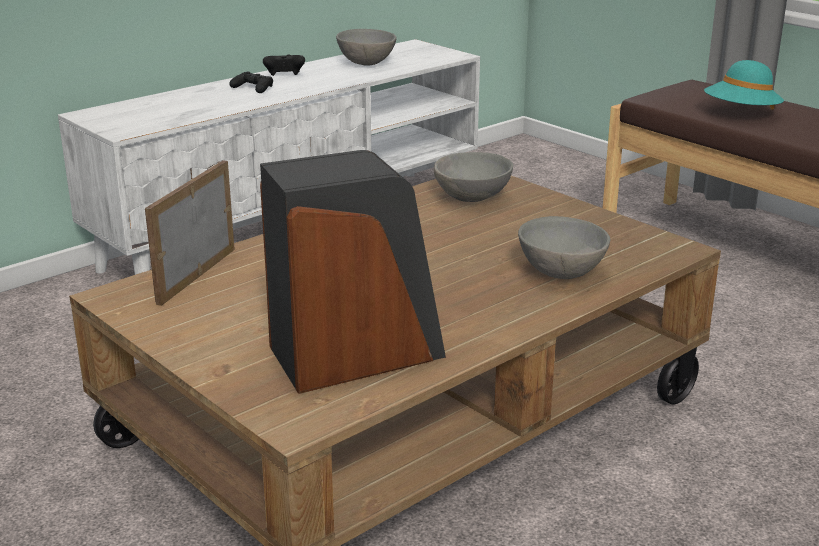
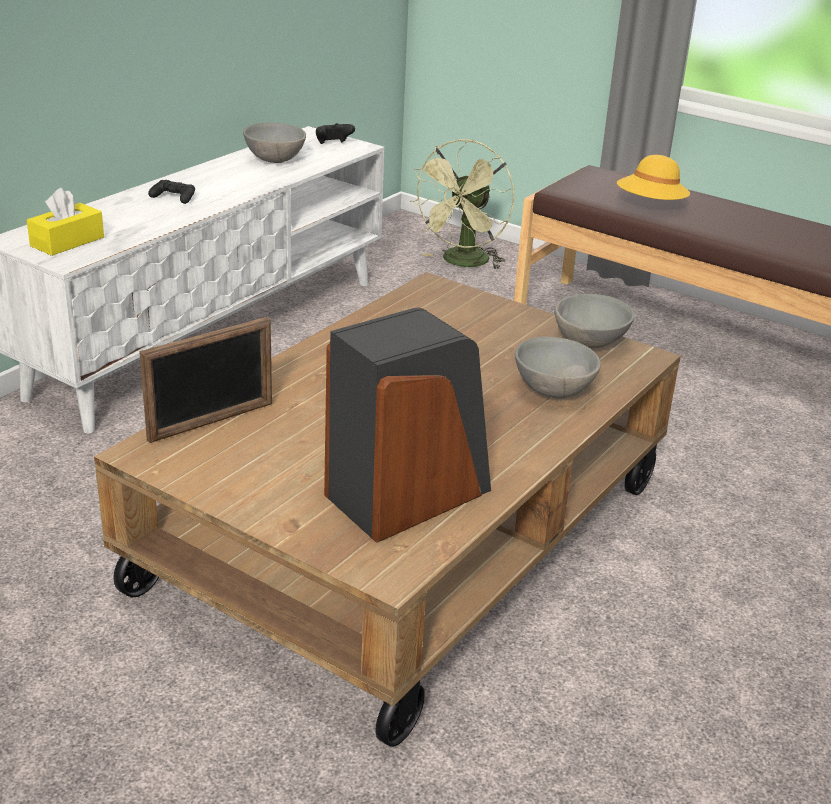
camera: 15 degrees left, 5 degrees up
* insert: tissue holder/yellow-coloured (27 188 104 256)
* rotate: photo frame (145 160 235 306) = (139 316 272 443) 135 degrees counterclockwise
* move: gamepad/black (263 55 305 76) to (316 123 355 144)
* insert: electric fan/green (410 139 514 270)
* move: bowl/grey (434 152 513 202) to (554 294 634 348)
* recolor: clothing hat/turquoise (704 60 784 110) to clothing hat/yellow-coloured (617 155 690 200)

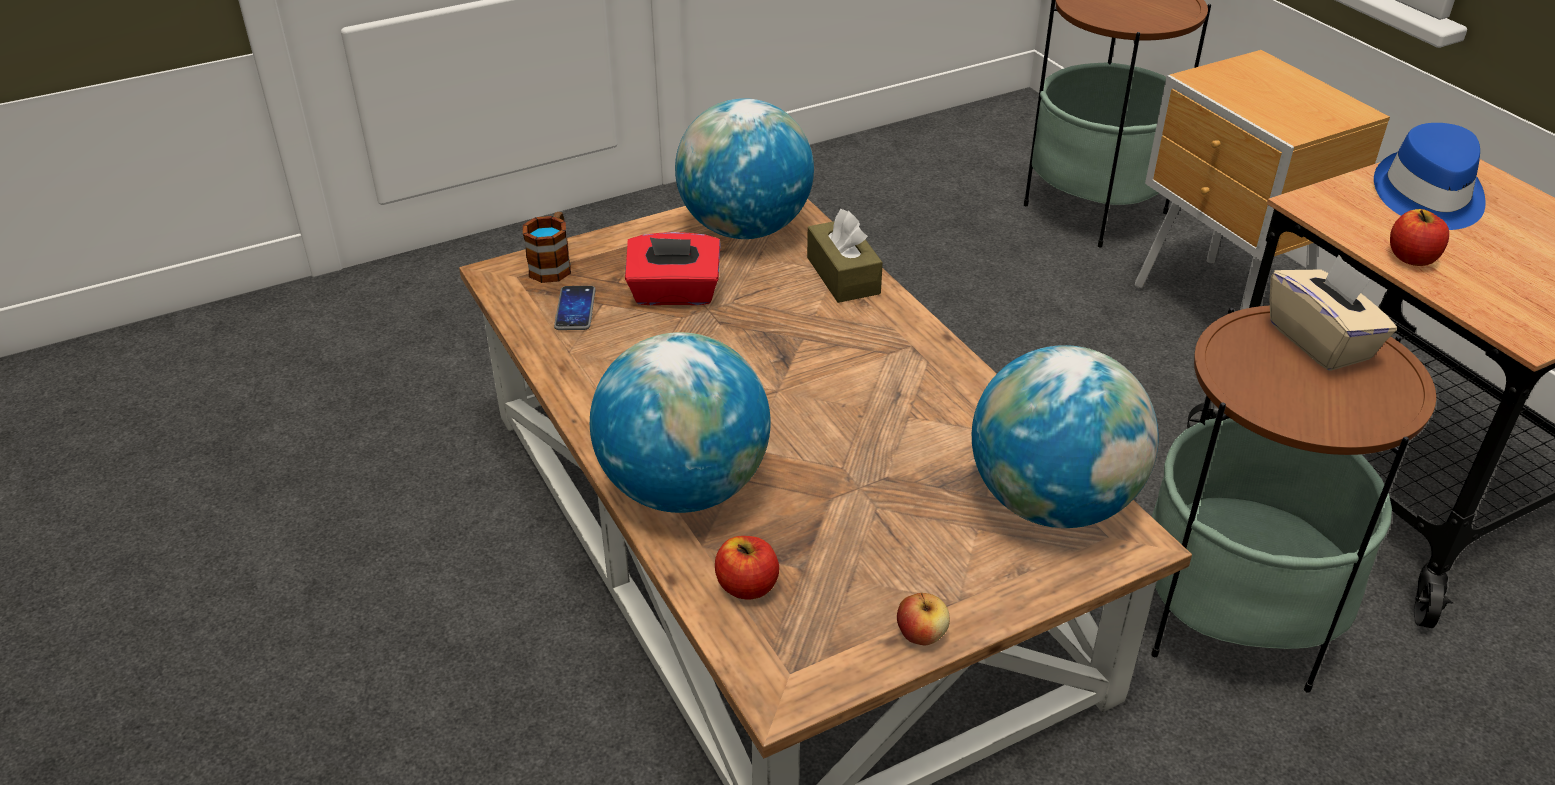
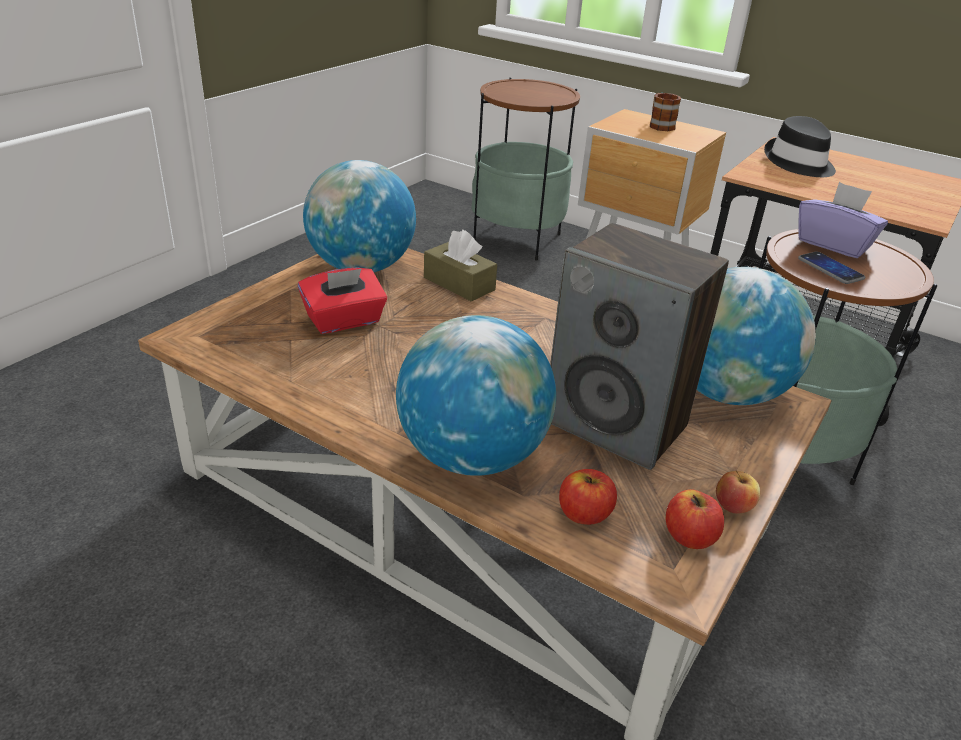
camera: 30 degrees left, 5 degrees down
* insert: speaker (550 223 729 470)
* move: tea mug (523 212 571 283) to (650 93 681 131)
* move: apple (1390 209 1449 266) to (666 489 724 549)
* recolor: clothing hat/bluish (1374 123 1486 230) to clothing hat/black (764 116 836 177)
* recolor: tissue holder/sand-coloured (1270 255 1397 371) to tissue holder/purple (798 182 888 258)
* move: telephone (554 286 596 330) to (798 252 865 284)

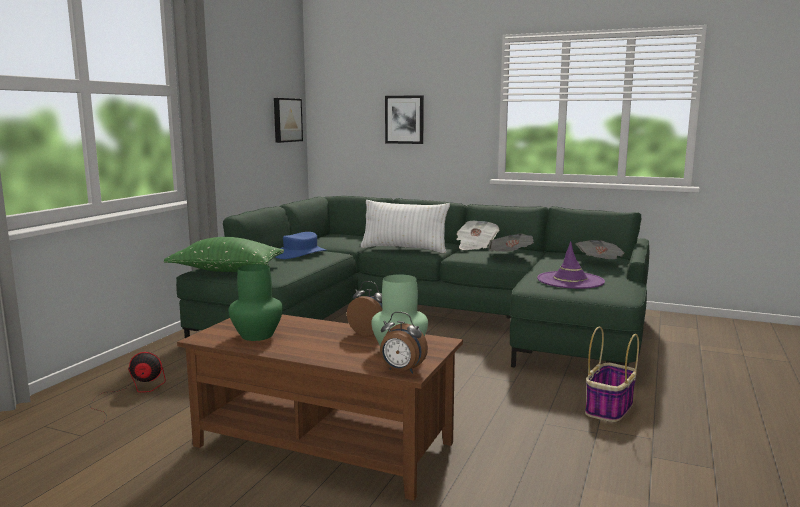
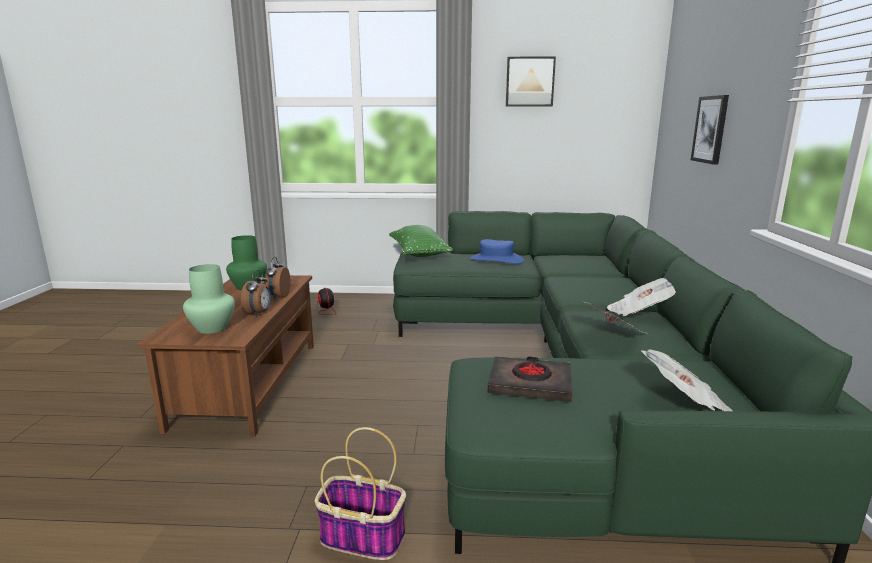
camera: 70 degrees right, 5 degrees up
* move: table clock (380 312 428 374) to (265 256 290 299)
* replace: clothing hat/purple (537 241 605 289) to bound book/black (488 356 572 402)
* move: picture (274 98 303 143) to (506 56 556 107)
* delete: cushion/whitish (360 200 450 253)

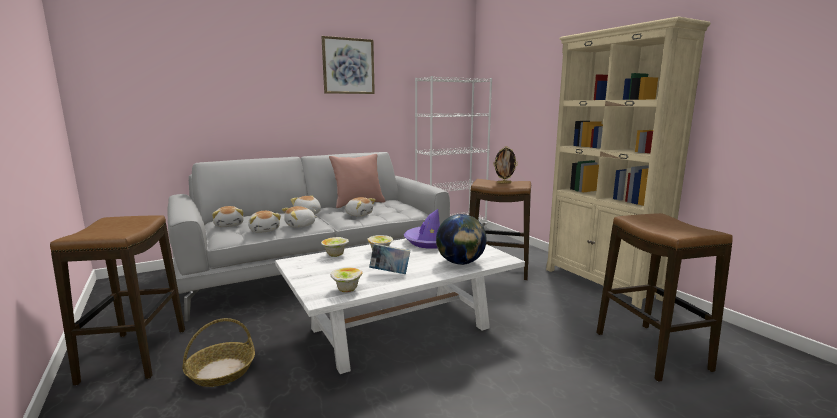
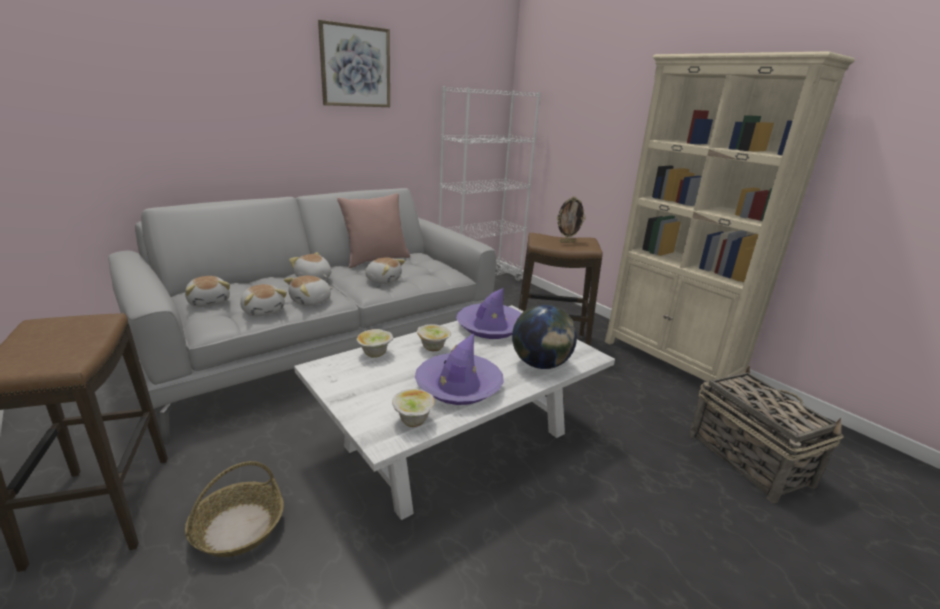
camera: 10 degrees left, 10 degrees up
* replace: bound book (369 243 410 274) to clothing hat/purple (415 333 504 405)
* replace: stool (597 213 733 382) to basket (689 365 844 503)

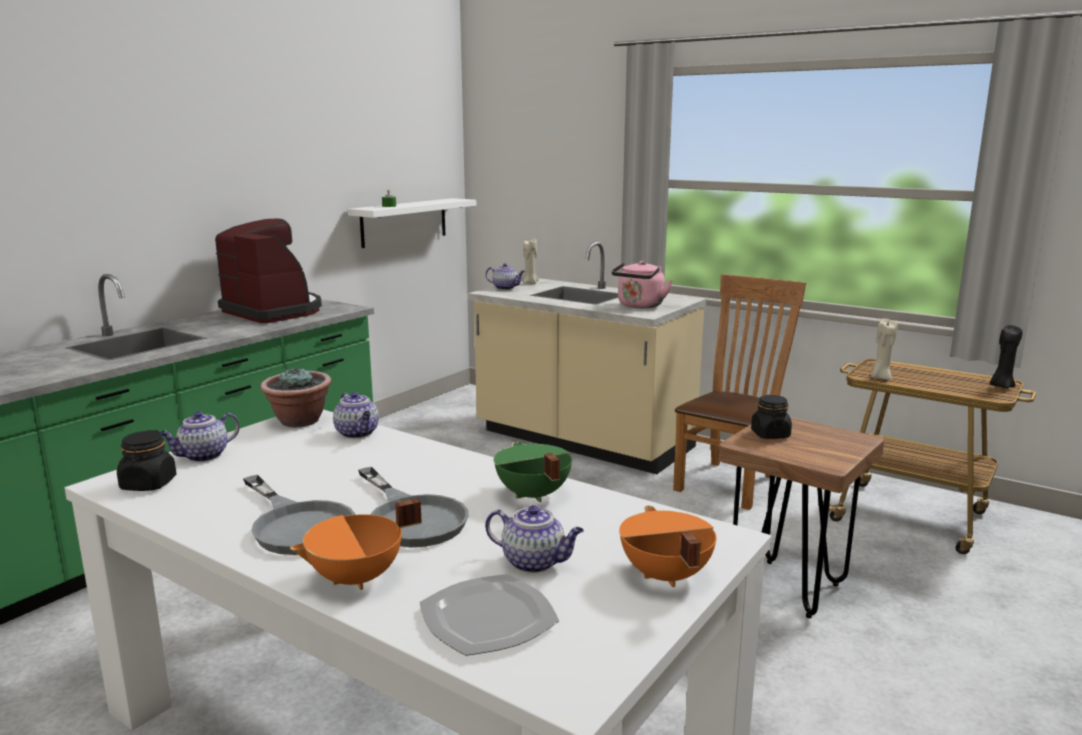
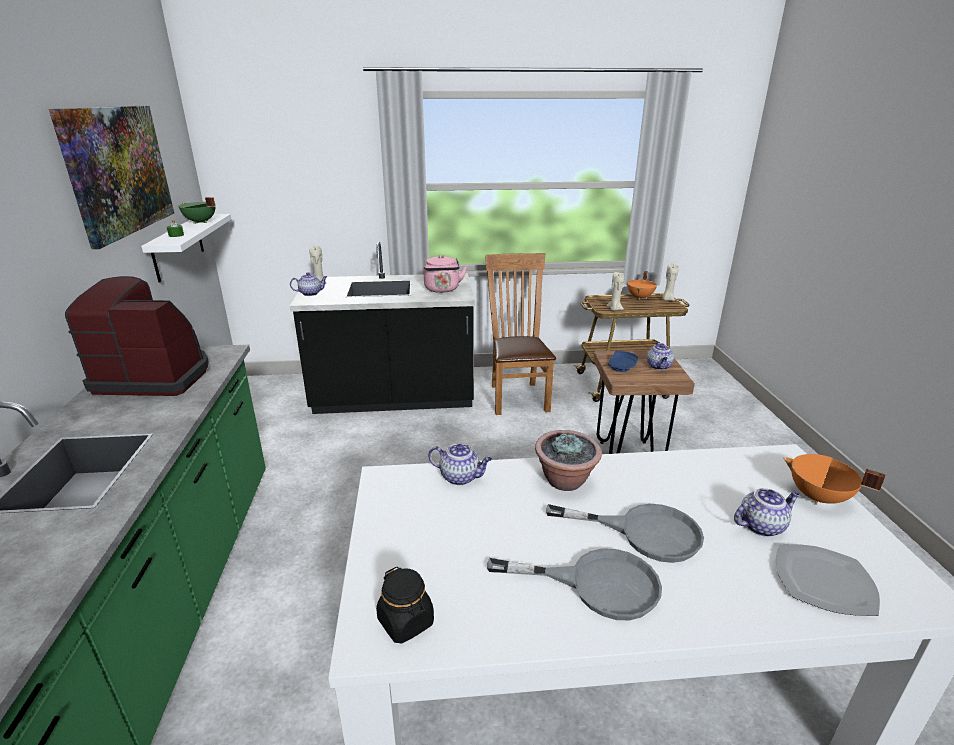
camera: 40 degrees left, 10 degrees up
* insert: picture (49 106 174 249)
* move: cooking pot/green (494 441 572 502) to (178 197 216 224)
* recolor: kitchen base unit/sand-coloured (468 242 706 474) to kitchen base unit/black (290 242 475 414)
* move: houseplant (260 368 332 427) to (535 430 602 491)
* replace: storage jar/black (751 395 792 439) to flat dish/bluish (607 351 639 372)
* move: cooking pot/orange-coloured (290 498 422 590) to (627 271 657 300)
* move: tea pot (160 411 240 462) to (647 342 674 370)
* recolor: wax candle/black (990 325 1023 389) to wax candle/sand-coloured (662 264 679 301)

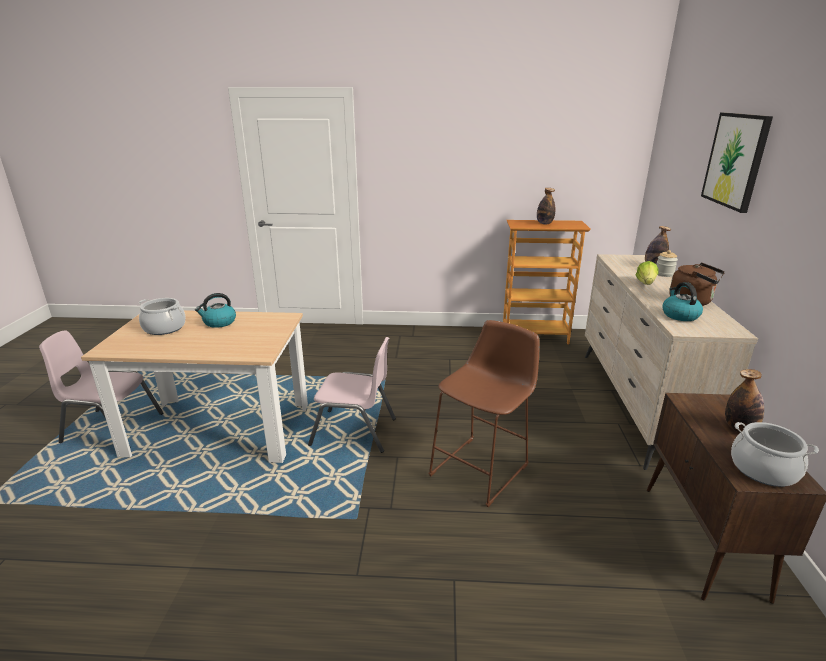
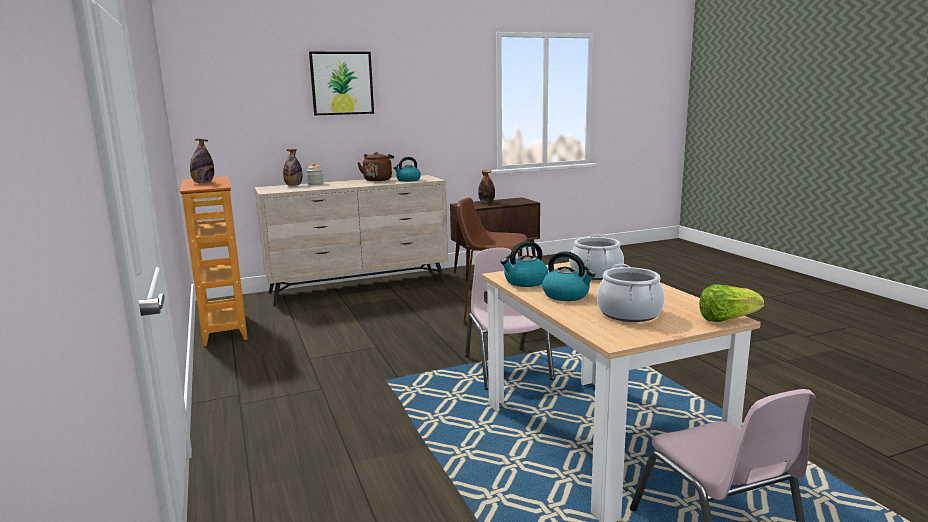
camera: 115 degrees left, 10 degrees down
* insert: tea kettle (501 241 548 287)
* move: cooking pot (731 422 819 487) to (569 234 624 280)
* move: head of lettuce (636 261 659 285) to (699 285 764 322)

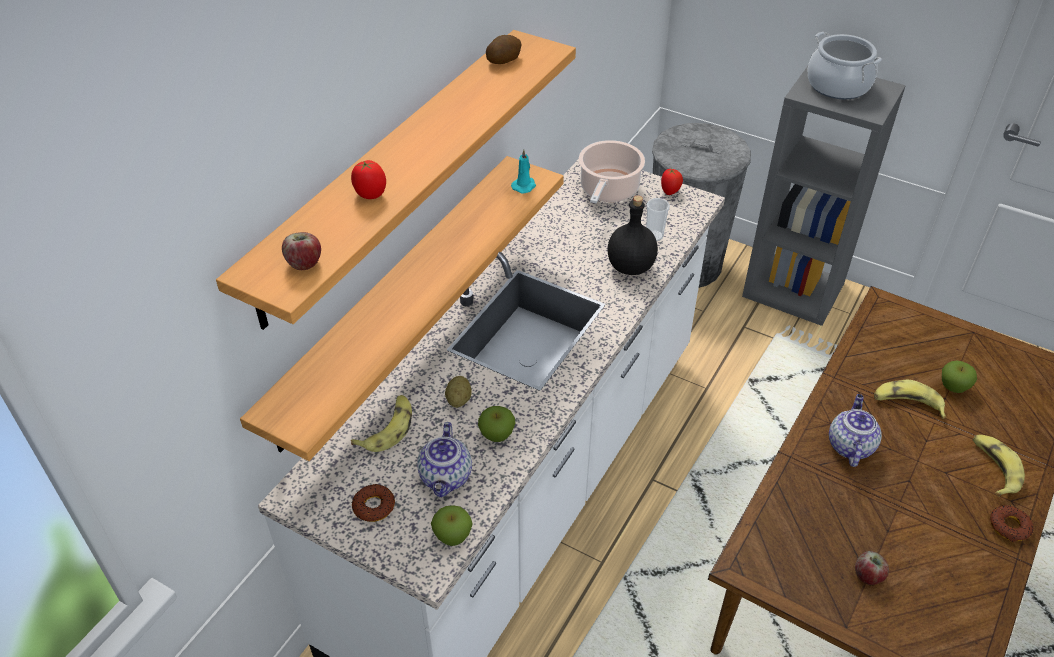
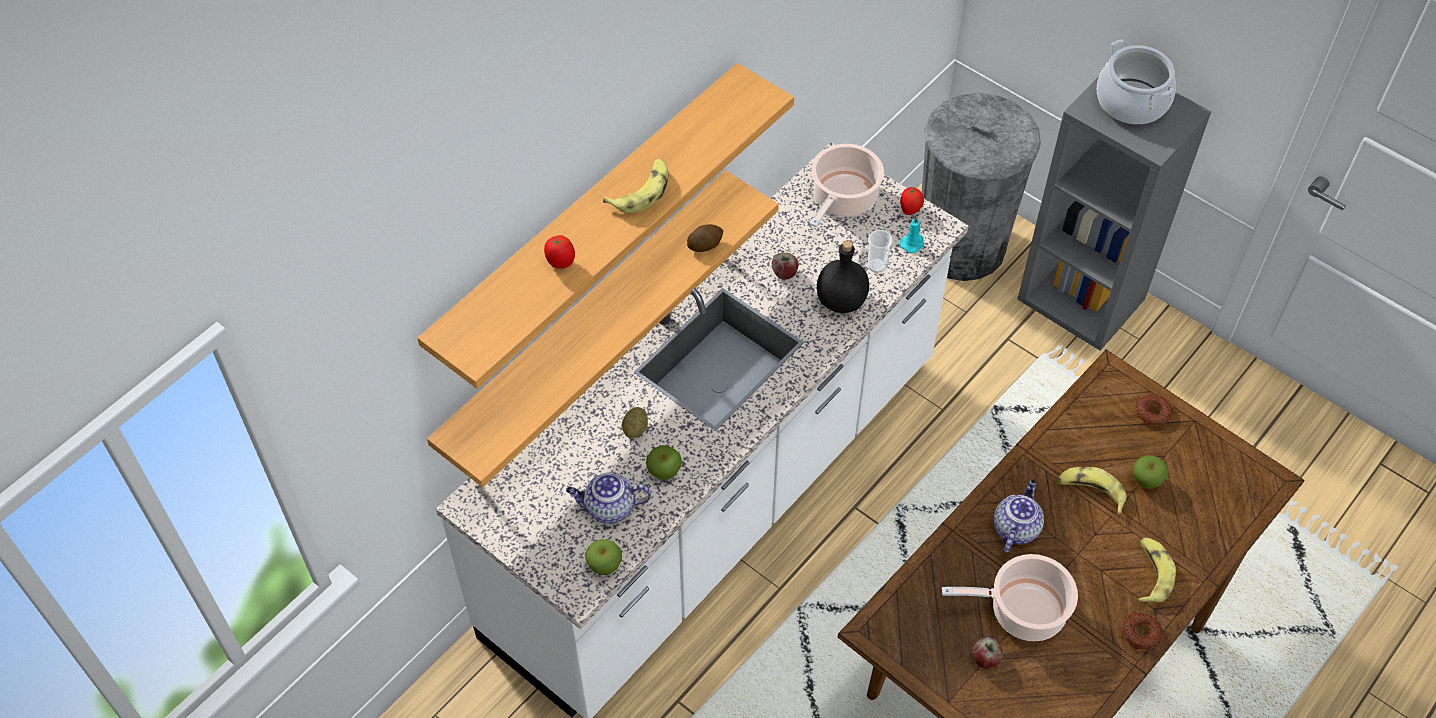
camera: 10 degrees right, 10 degrees up
* rotate: tea pot (417 422 472 497) = (566 472 651 524) 75 degrees clockwise
* move: whole banana (351 395 412 452) to (603 159 668 213)
* move: whole potato (486 35 521 64) to (687 224 723 252)
* move: apple (282 232 321 270) to (772 253 799 280)
* move: wax candle/turquoise (511 150 536 194) to (900 216 924 253)
* insert: cooking pot (942 554 1078 641)
* move: ring doughnut (352 484 395 522) to (1136 394 1173 426)

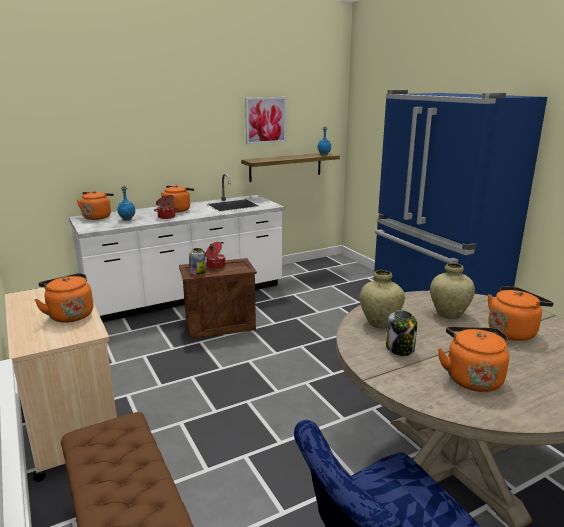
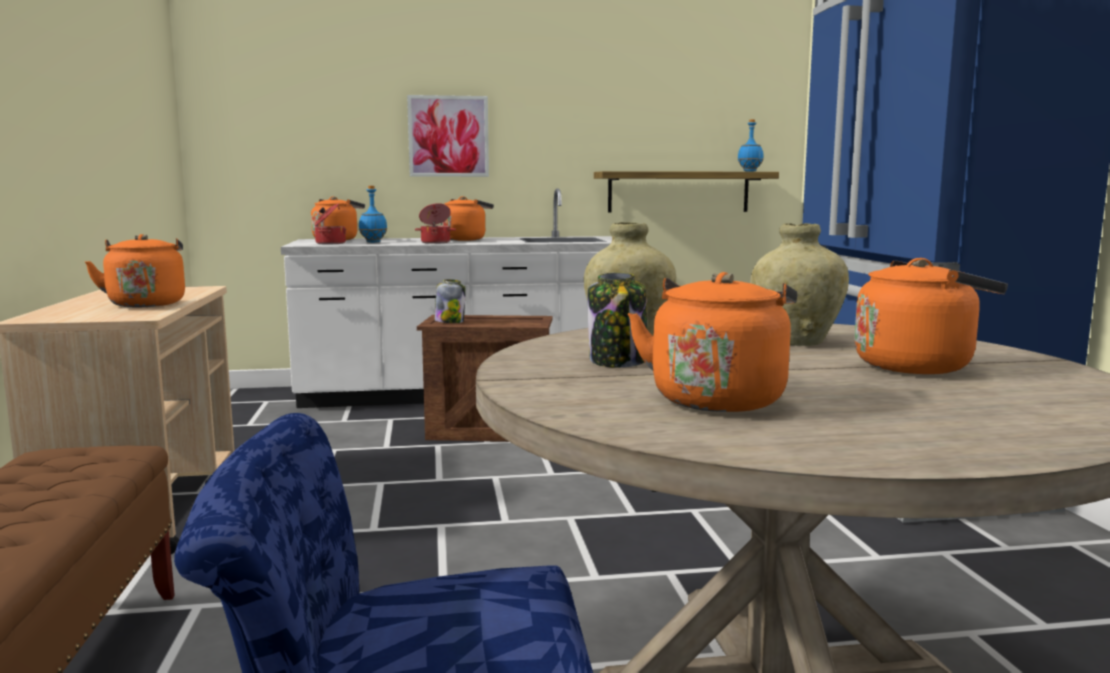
camera: 20 degrees right, 10 degrees down
* move: cooking pot (206 242 226 269) to (315 204 347 244)
* move: picture (245 97 286 144) to (407 95 489 177)

